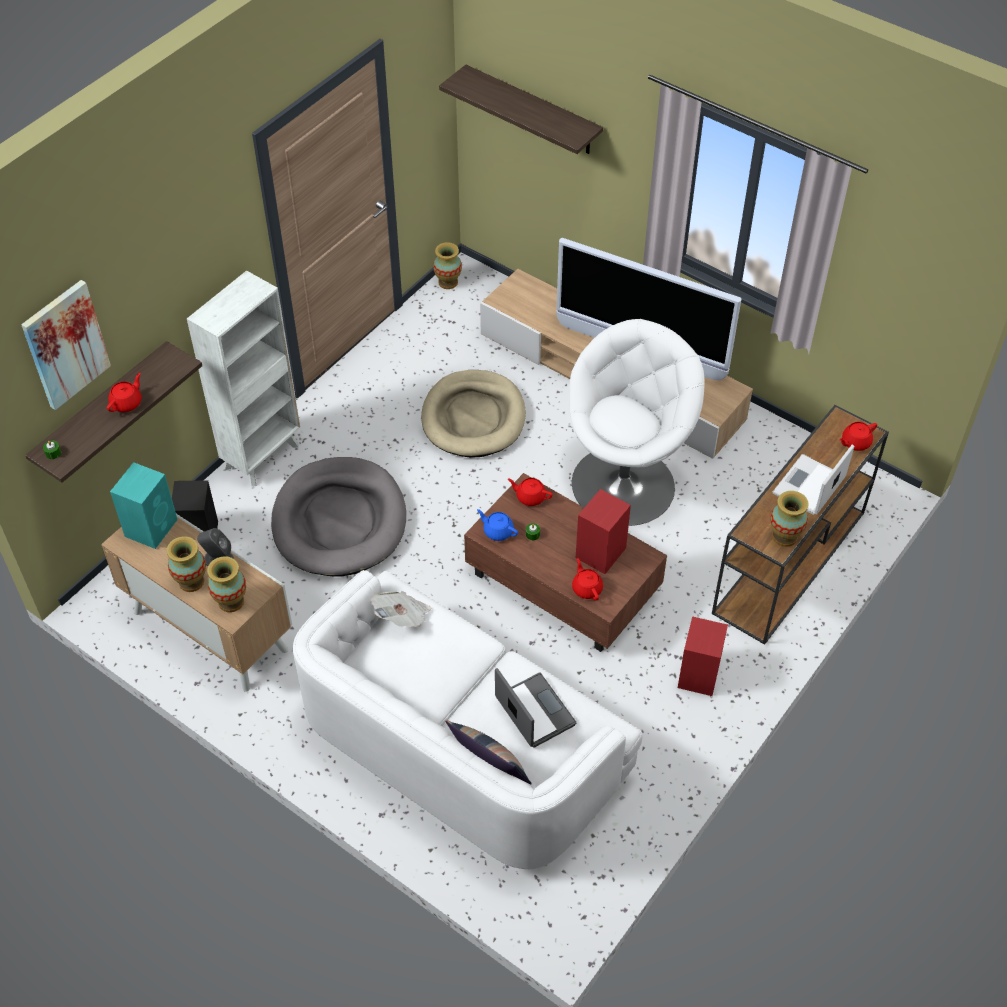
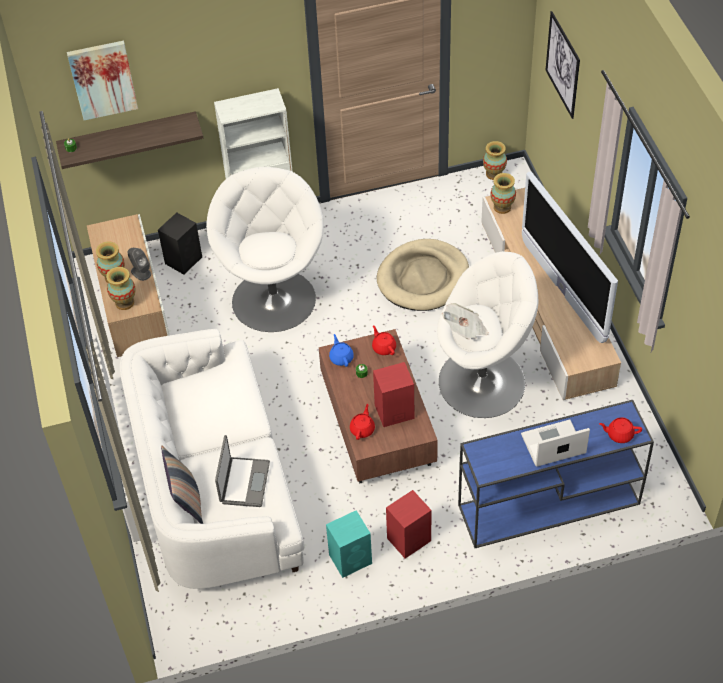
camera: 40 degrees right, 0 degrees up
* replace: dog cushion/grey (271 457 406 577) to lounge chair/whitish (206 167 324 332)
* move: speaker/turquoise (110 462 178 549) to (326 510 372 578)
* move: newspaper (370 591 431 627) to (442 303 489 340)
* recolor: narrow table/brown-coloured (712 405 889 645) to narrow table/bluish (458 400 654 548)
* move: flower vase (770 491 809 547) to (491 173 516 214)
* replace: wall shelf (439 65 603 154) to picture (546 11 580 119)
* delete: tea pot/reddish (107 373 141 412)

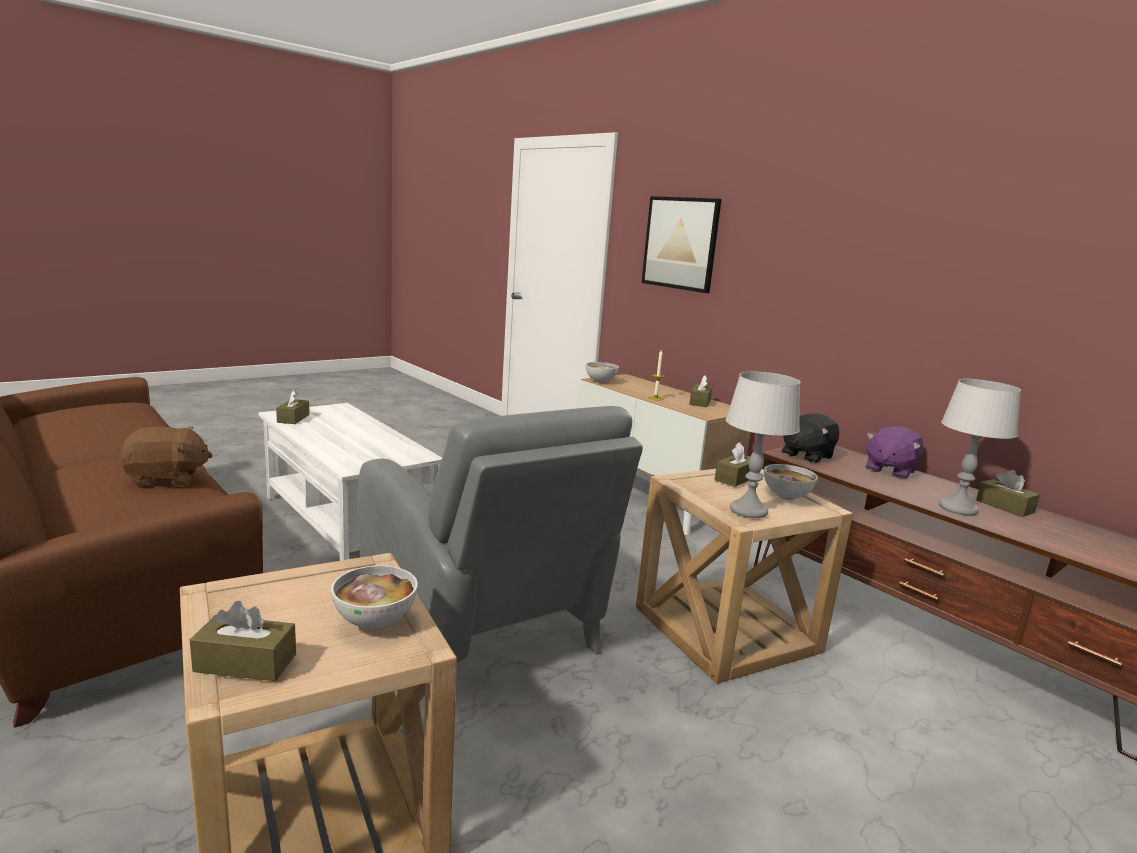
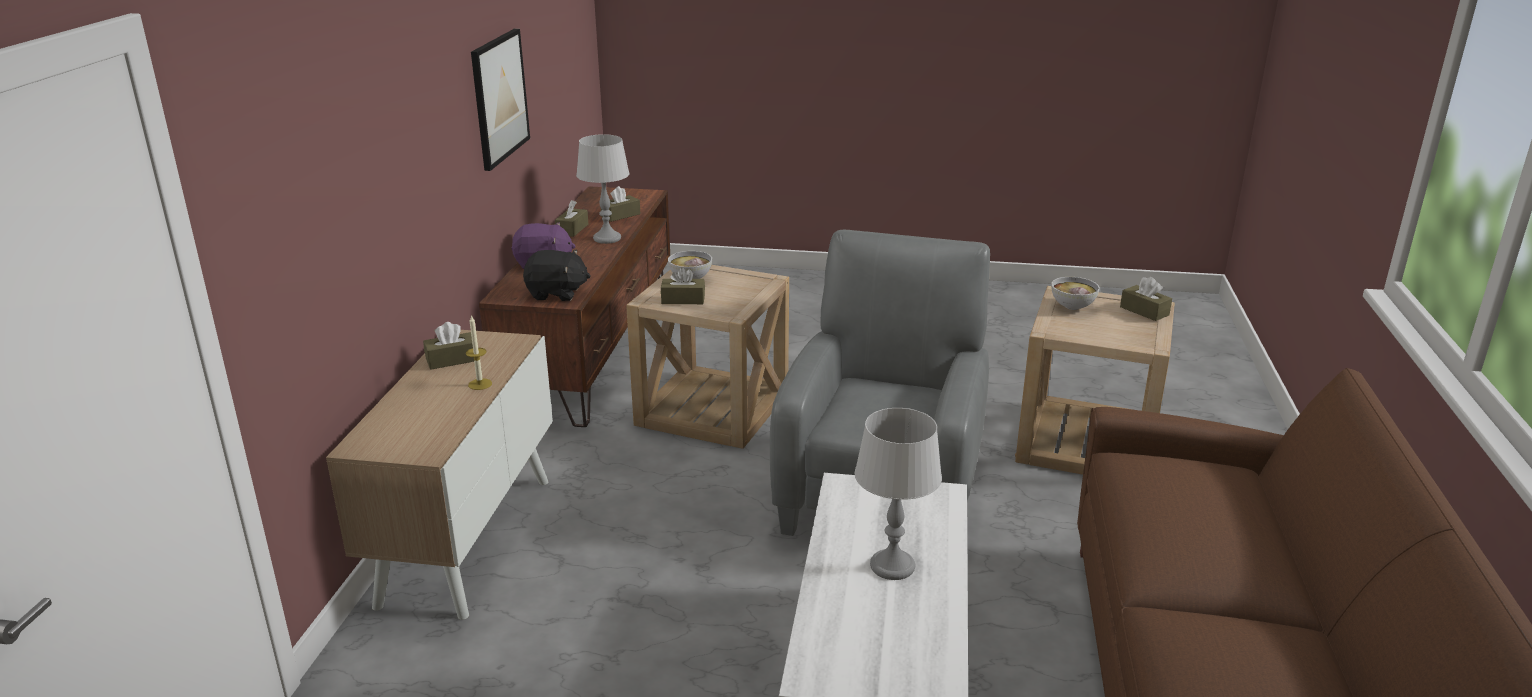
camera: 130 degrees left, 10 degrees up
* move: picture (642 196 722 293) to (471 29 530 171)
* move: tissue holder/brown-coloured (276 390 309 424) to (601 186 640 222)
* move: table lamp/grey (726 372 800 518) to (854 408 942 580)
* delete: soft toy/brown-coloured (120 426 213 488)
* delete: bowl (586 362 619 383)

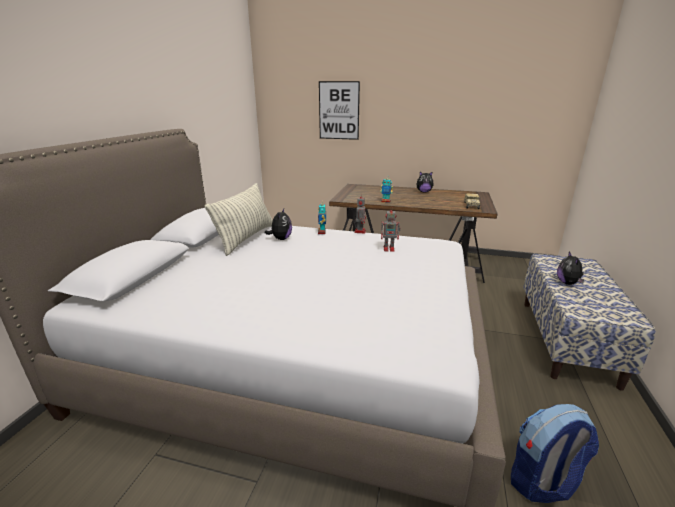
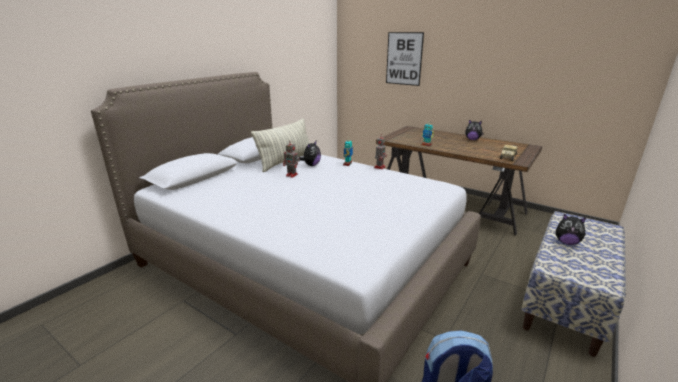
camera: 20 degrees right, 0 degrees up
* move: toy robot (381 206 401 252) to (283 140 300 178)
* rotate: soft toy (557 252 584 285) = (556 214 586 245) 90 degrees counterclockwise

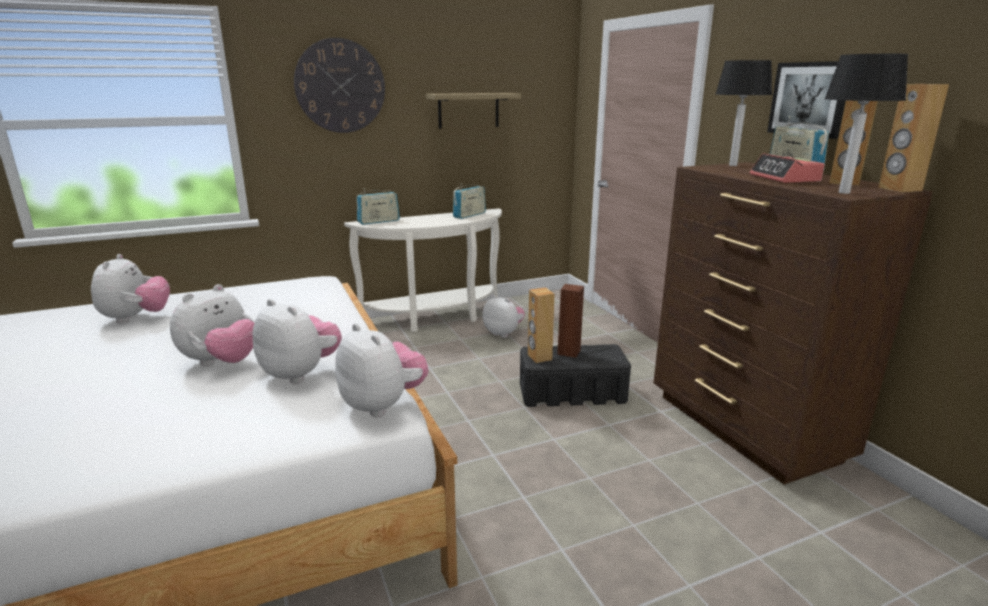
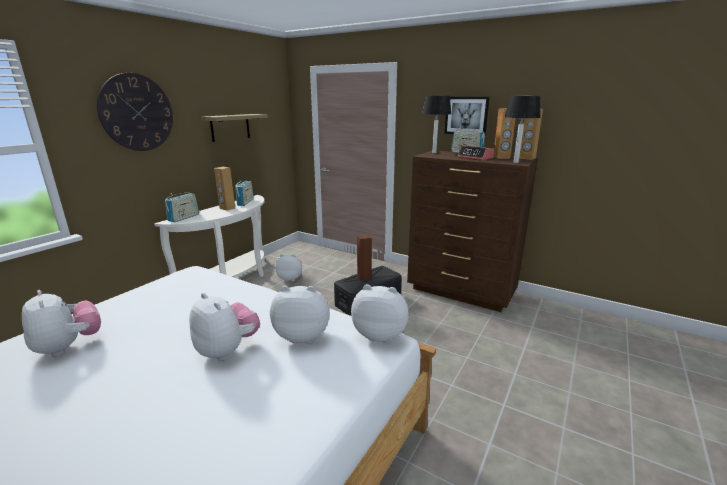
camera: 35 degrees left, 0 degrees up
* rotate: soft toy (170 284 255 366) = (189 293 260 361) 45 degrees counterclockwise
* move: speaker/brown-coloured (528 287 554 363) to (214 167 235 211)

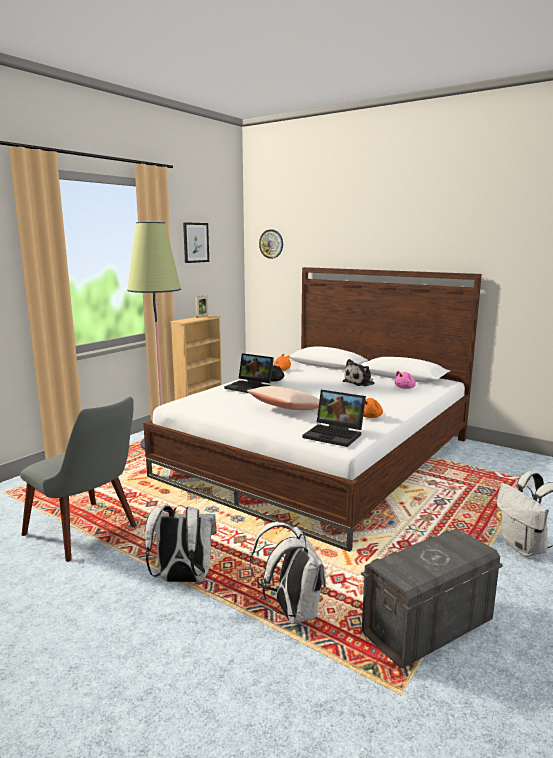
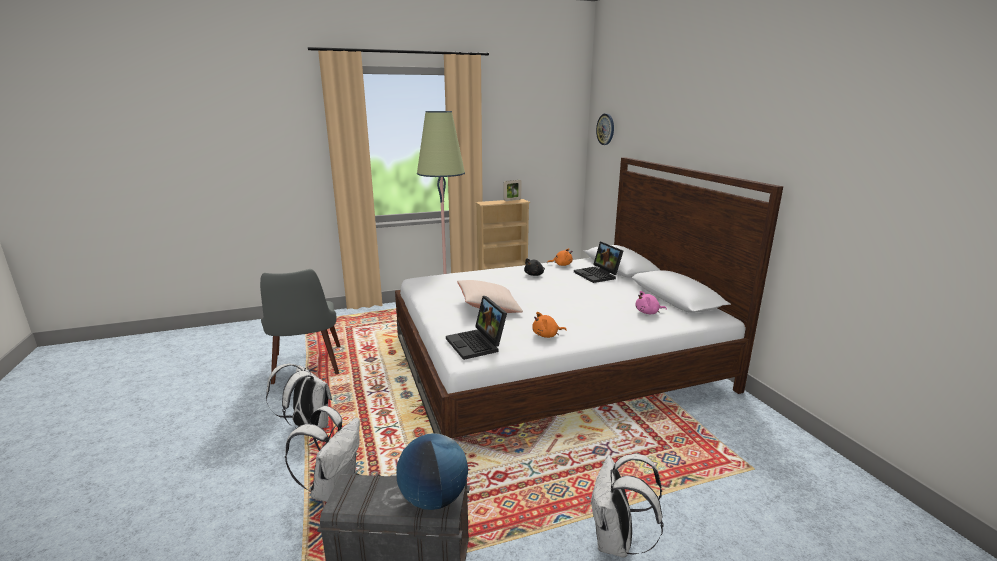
camera: 35 degrees right, 5 degrees up
* insert: desk globe (396 433 468 510)
* move: laptop (225 353 274 393) to (574 242 623 283)
* delete: picture (183 222 209 263)
* delete: soft toy (343 359 375 386)

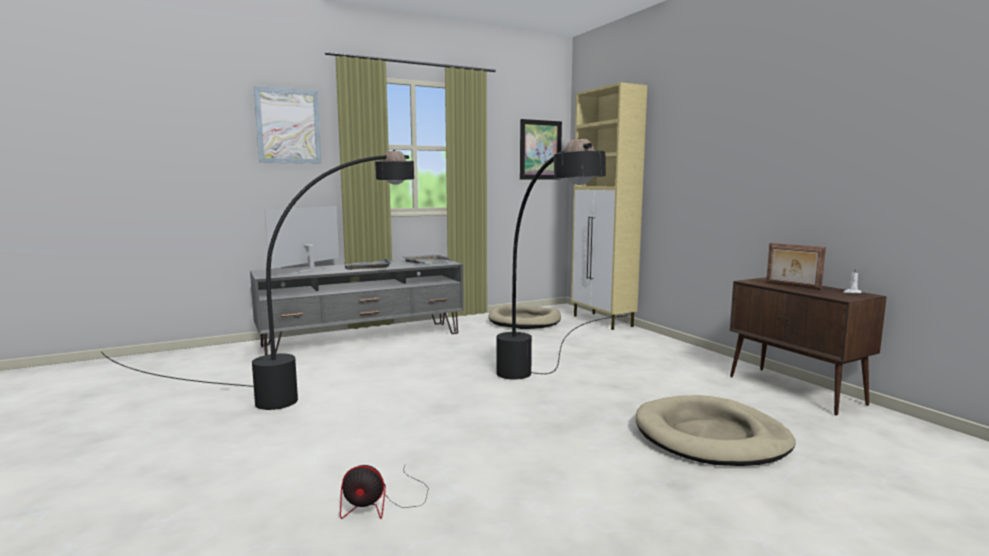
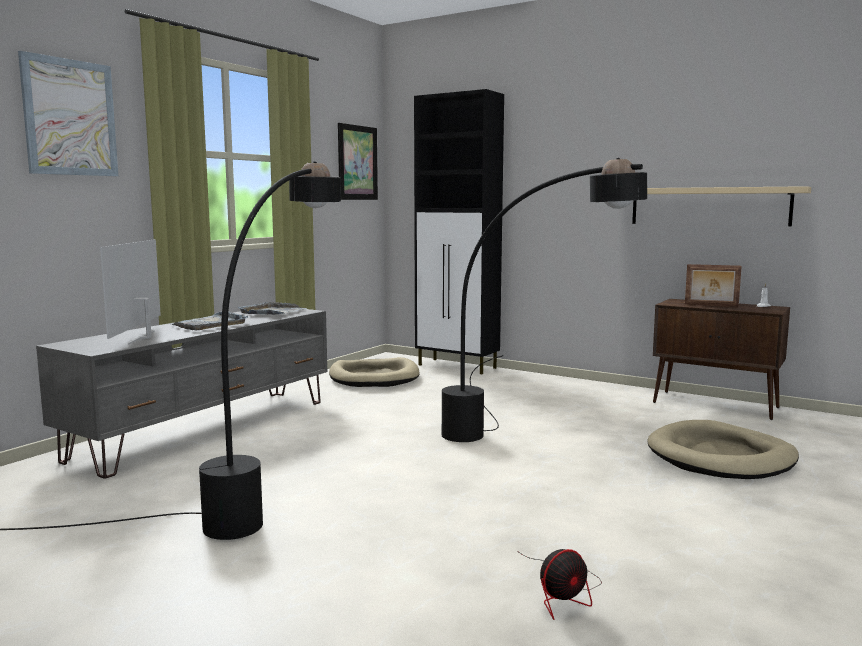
camera: 30 degrees left, 0 degrees up
* recolor: cupboard/sand-coloured (571 82 647 330) to cupboard/black (414 89 504 374)
* insert: wall shelf/sand-coloured (632 186 811 226)

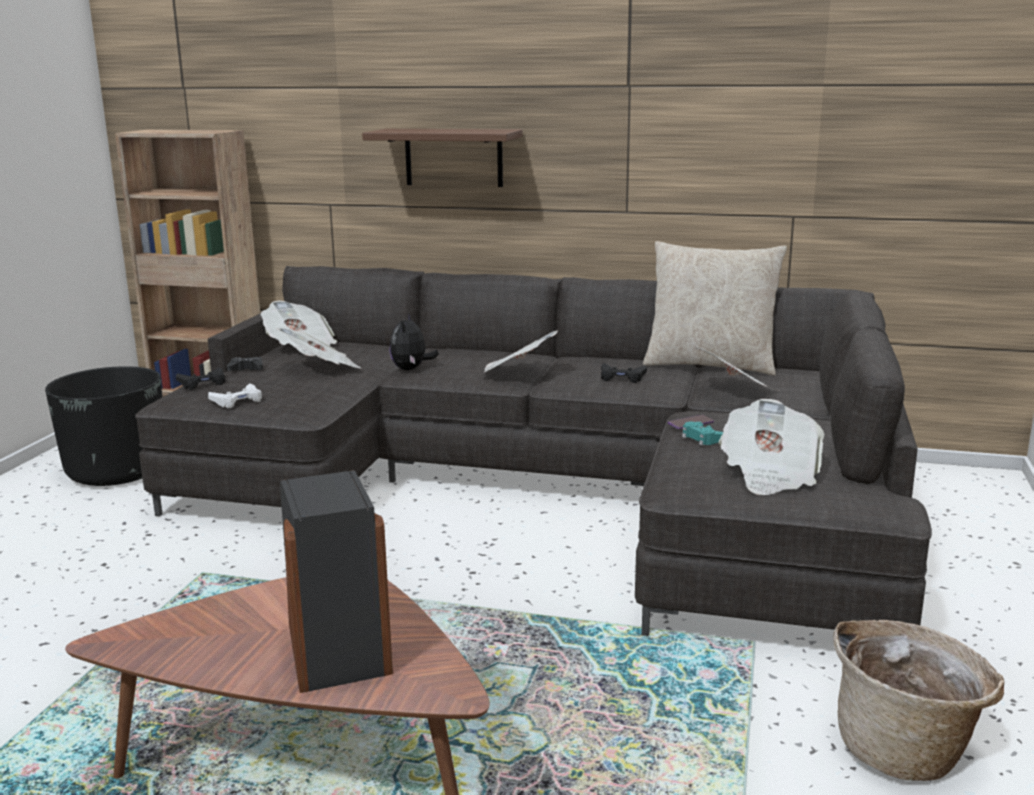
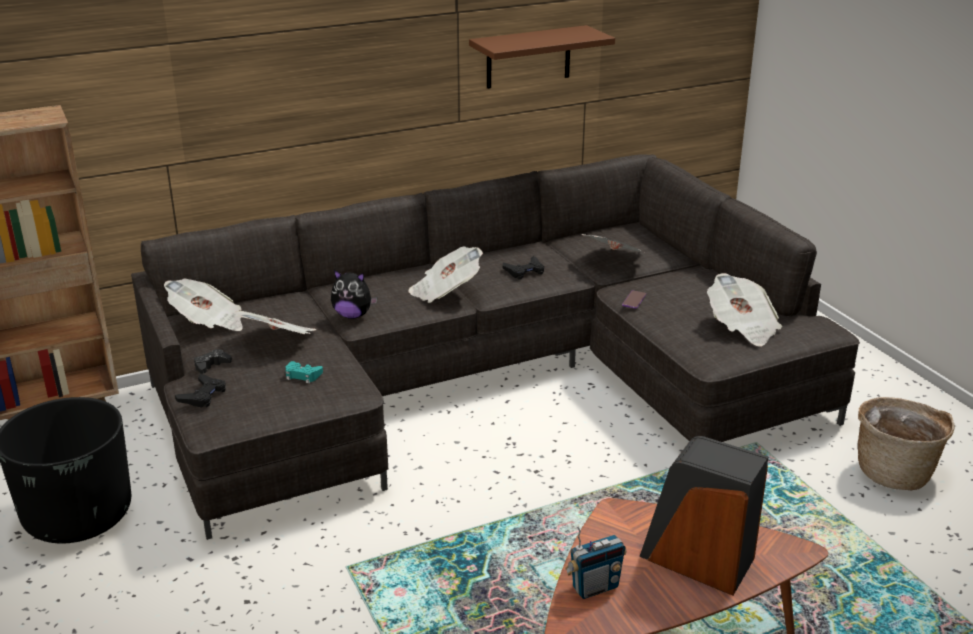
camera: 40 degrees left, 10 degrees up
* move: gamepad/turquoise (682 422 723 446) to (285 361 323 383)
* rotate: soft toy (390 313 439 370) = (331 270 378 319) 45 degrees counterclockwise
* move: wall shelf/brown-coloured (362 129 523 187) to (469 25 615 89)
* insert: radio receiver (565 525 626 599)
* delete: gamepad/whitish (208 383 262 408)
* delete: cushion/sand-coloured (643 241 787 376)

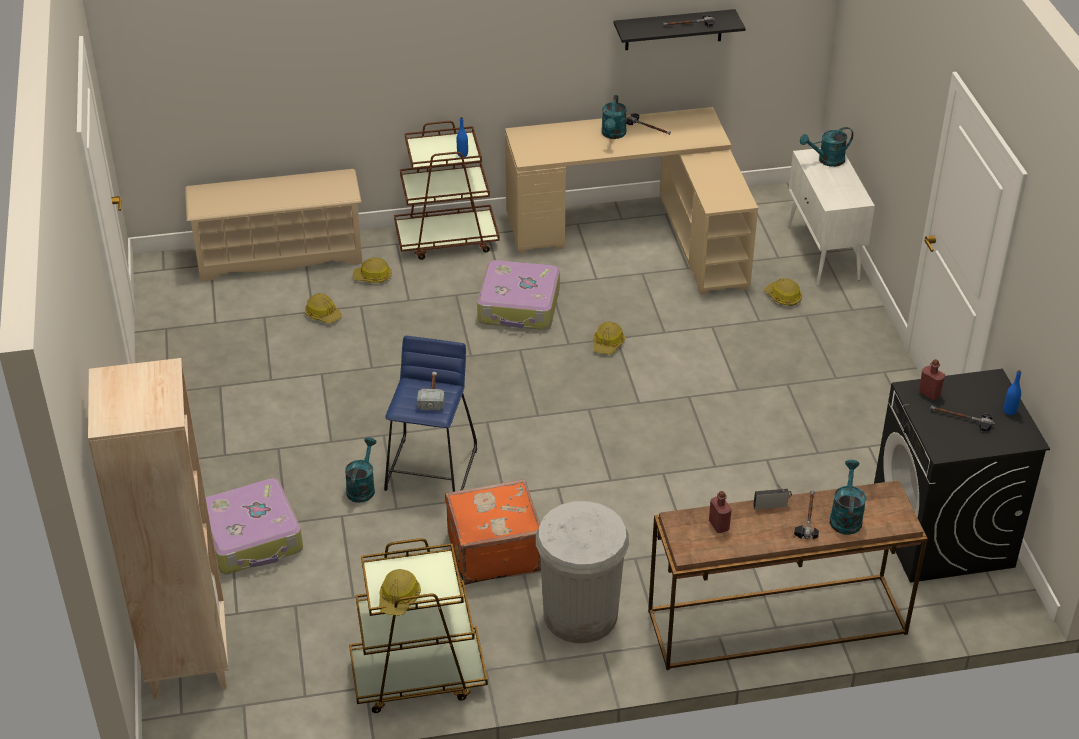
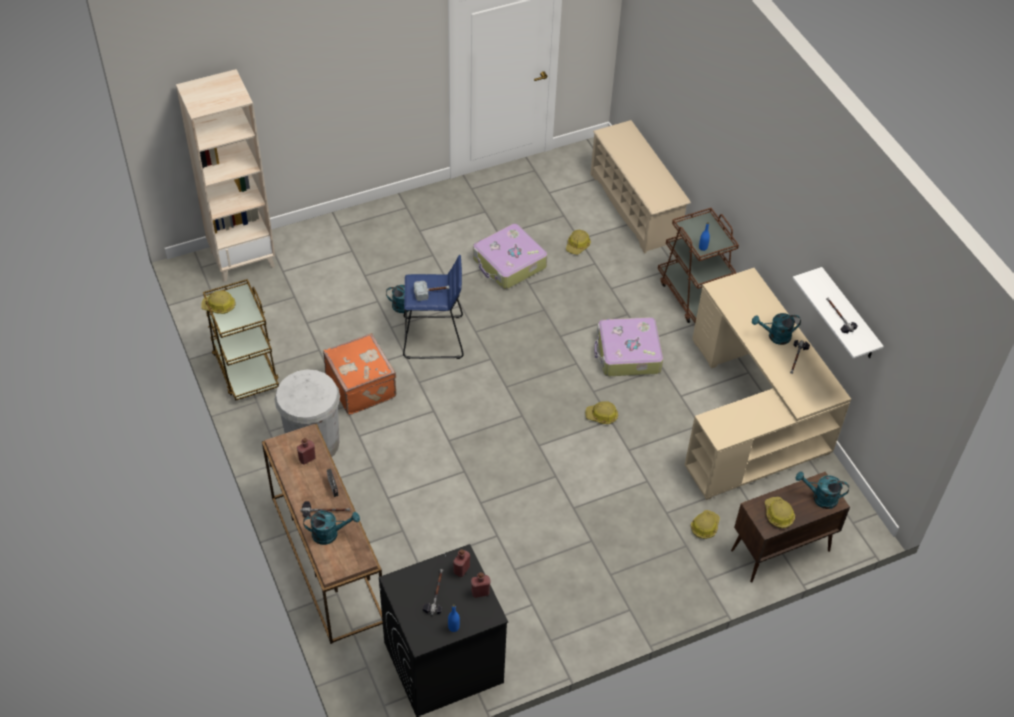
camera: 75 degrees right, 10 degrees up
* insert: drink bottle/reddish (471 572 491 598)
* move: piece of luggage (206 478 303 574) to (473 223 547 289)
* recolor: cupboard/whitish (788 148 875 285) to cupboard/brown-coloured (731 472 850 582)
* move: safety helmet (353 258 392 283) to (765 497 795 528)
* recolor: wall shelf/black (614 9 746 50) to wall shelf/whitish (792 267 884 358)
* rotate: watering can/turquoise (800 127 853 167) = (796 471 849 509) 45 degrees counterclockwise

